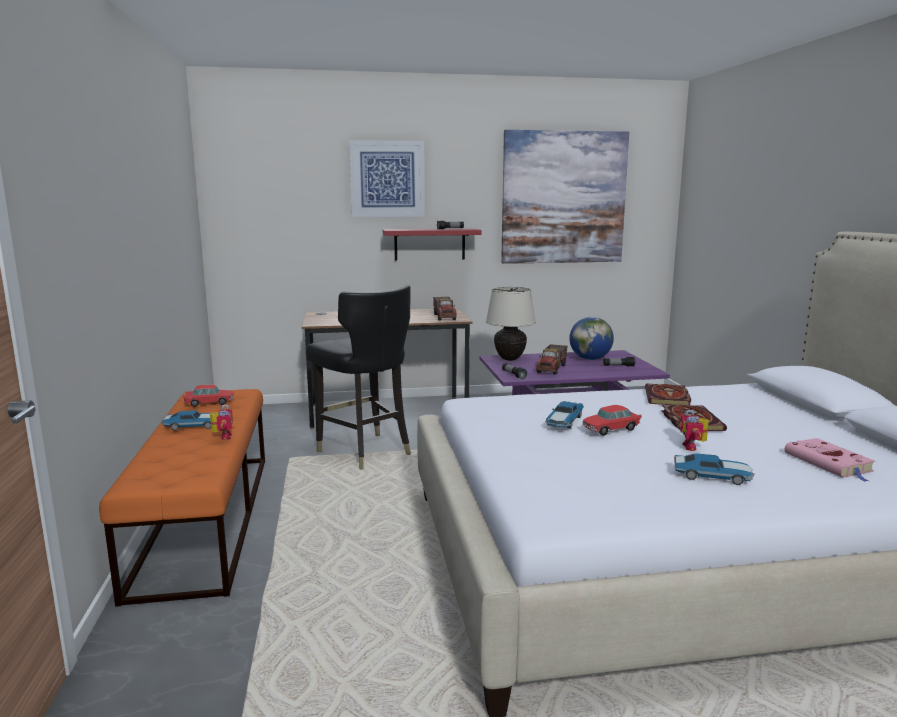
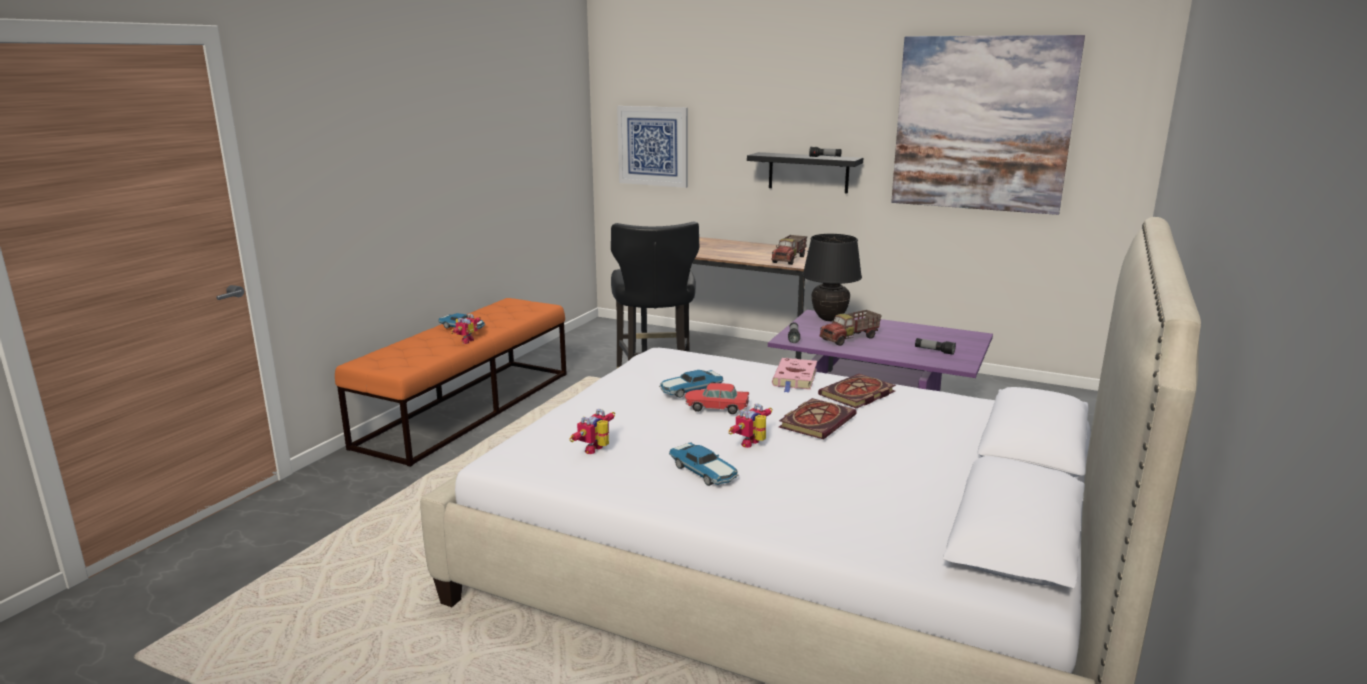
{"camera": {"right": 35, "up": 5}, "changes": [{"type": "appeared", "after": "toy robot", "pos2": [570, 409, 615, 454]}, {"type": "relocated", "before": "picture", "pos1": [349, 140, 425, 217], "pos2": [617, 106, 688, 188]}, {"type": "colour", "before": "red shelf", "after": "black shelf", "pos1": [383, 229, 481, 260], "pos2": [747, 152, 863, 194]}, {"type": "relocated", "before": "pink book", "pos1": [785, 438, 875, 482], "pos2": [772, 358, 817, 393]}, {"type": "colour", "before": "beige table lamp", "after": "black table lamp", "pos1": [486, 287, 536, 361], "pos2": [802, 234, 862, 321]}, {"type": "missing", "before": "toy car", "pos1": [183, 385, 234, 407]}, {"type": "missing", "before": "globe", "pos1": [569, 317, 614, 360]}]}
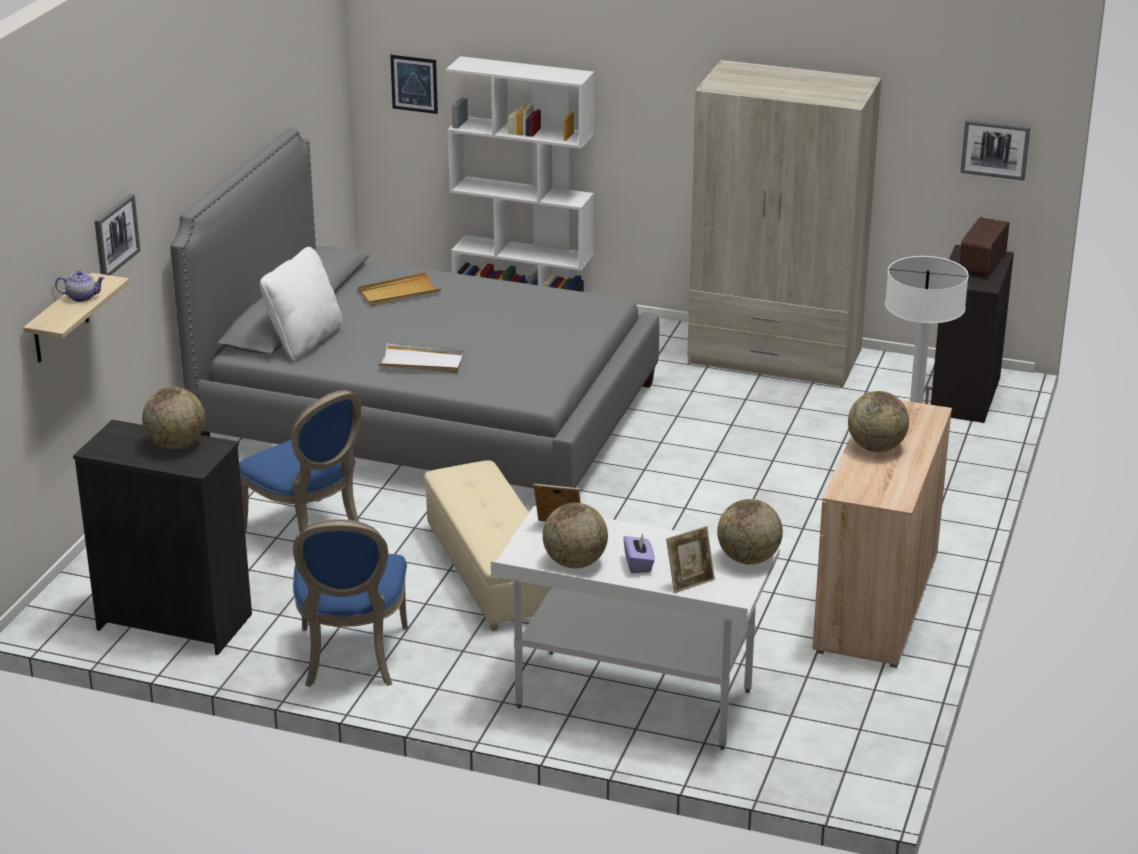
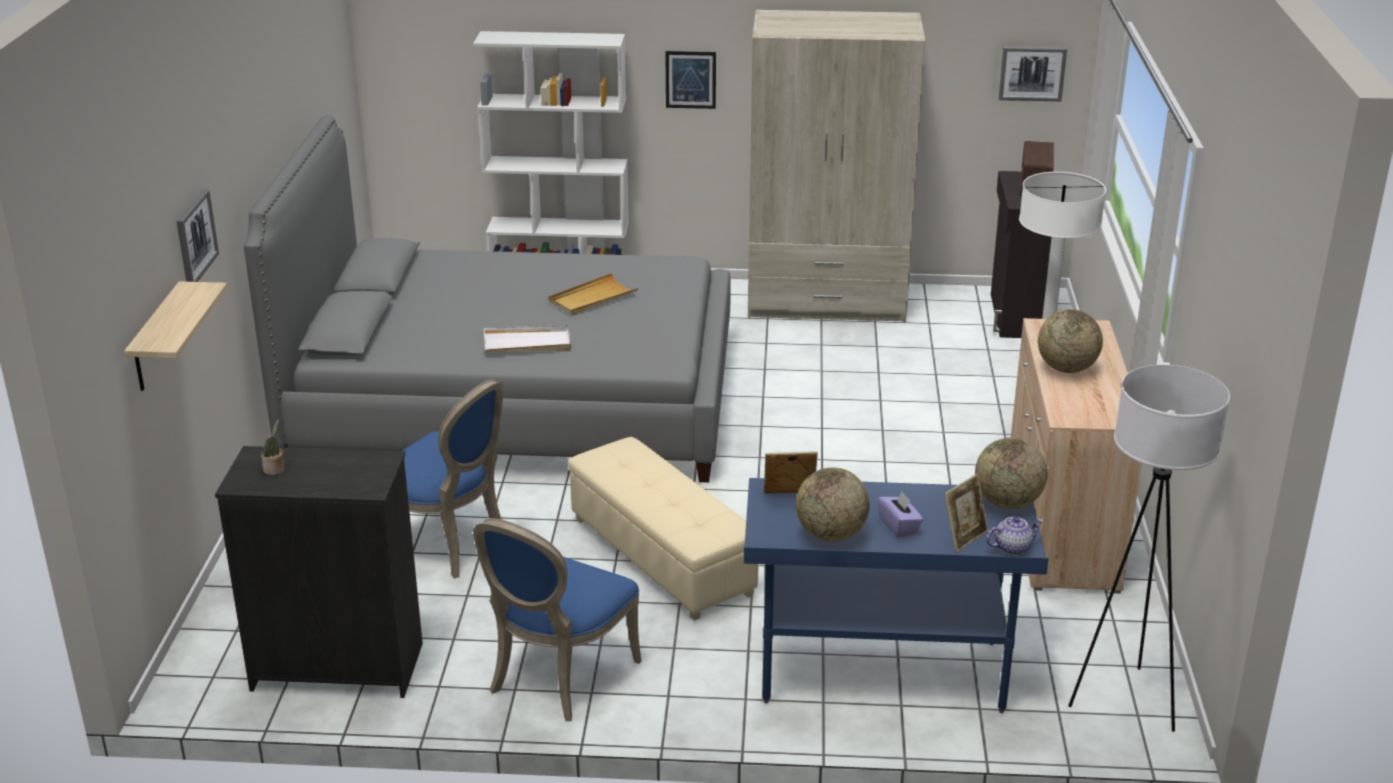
{"camera": {"right": -15, "up": 0}, "changes": [{"type": "appeared", "after": "potted plant", "pos2": [261, 420, 285, 475]}, {"type": "spun", "before": "blue chair", "pos1": [293, 519, 408, 687], "pos2": [473, 518, 642, 721], "turn": 45}, {"type": "relocated", "before": "beige tray", "pos1": [358, 272, 441, 307], "pos2": [548, 273, 638, 316]}, {"type": "relocated", "before": "picture", "pos1": [390, 55, 438, 114], "pos2": [665, 51, 716, 109]}, {"type": "colour", "before": "white desk", "after": "blue desk", "pos1": [491, 506, 780, 750], "pos2": [744, 478, 1049, 713]}, {"type": "relocated", "before": "teapot", "pos1": [55, 271, 105, 302], "pos2": [986, 517, 1043, 555]}, {"type": "appeared", "after": "white floor lamp", "pos2": [1068, 365, 1230, 732]}, {"type": "missing", "before": "globe", "pos1": [142, 387, 205, 449]}, {"type": "missing", "before": "white pillow", "pos1": [260, 247, 342, 361]}]}
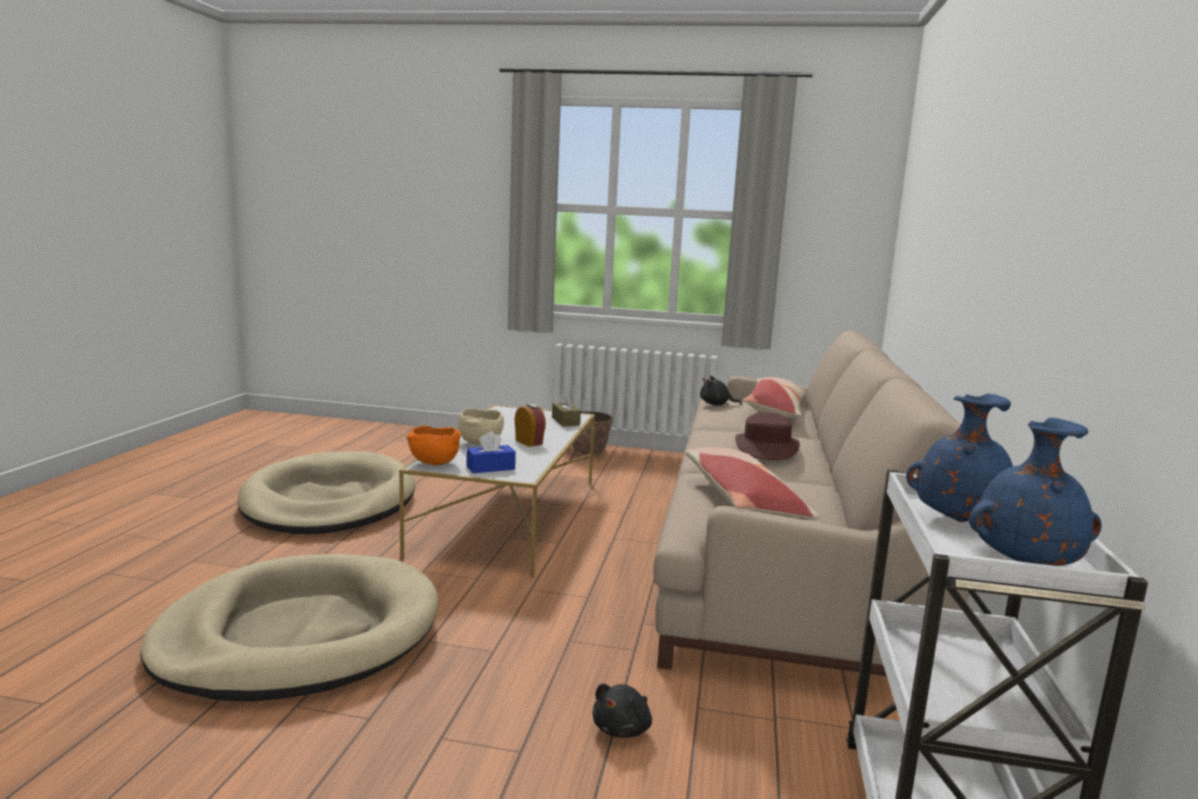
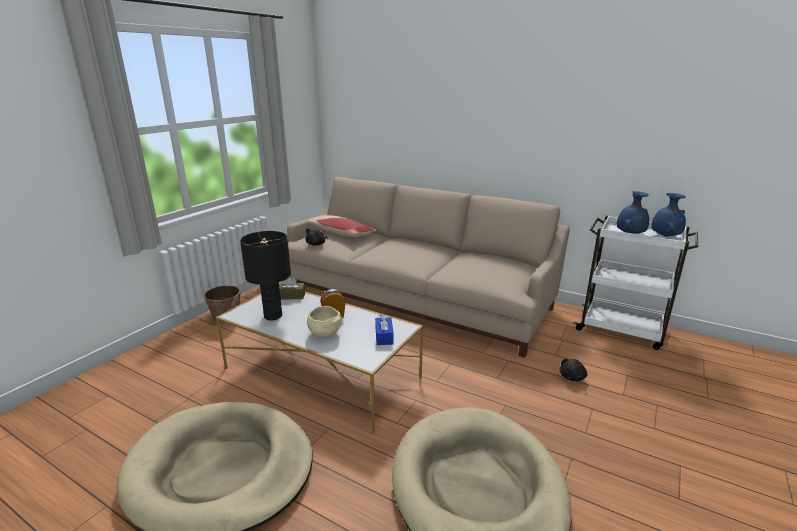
{"camera": {"right": -70, "up": 10}, "changes": [{"type": "appeared", "after": "black table lamp", "pos2": [240, 231, 291, 321]}, {"type": "spun", "before": "black plush toy", "pos1": [592, 684, 652, 738], "pos2": [560, 359, 588, 381], "turn": 75}, {"type": "missing", "before": "orange bowl", "pos1": [406, 426, 461, 465]}, {"type": "missing", "before": "pillow", "pos1": [685, 447, 820, 520]}, {"type": "missing", "before": "brown hat", "pos1": [735, 412, 800, 460]}]}
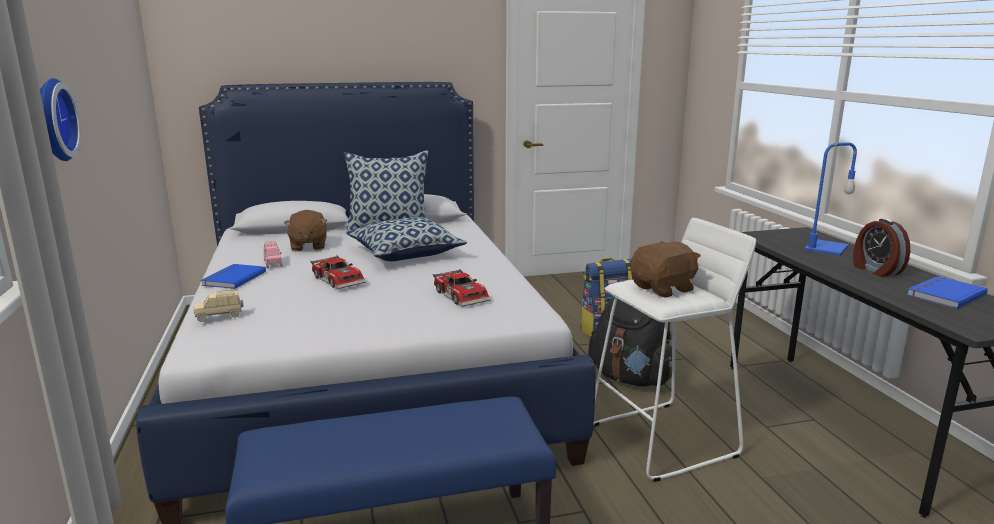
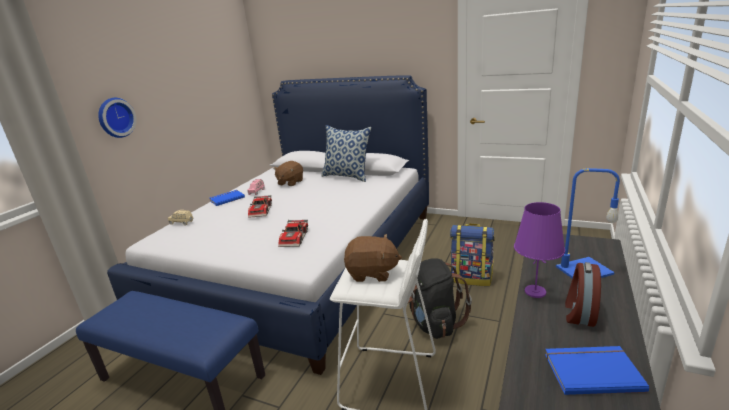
{"camera": {"right": 40, "up": 5}, "changes": [{"type": "appeared", "after": "purple table lamp", "pos2": [514, 202, 565, 298]}, {"type": "missing", "before": "pillow", "pos1": [346, 217, 467, 261]}]}
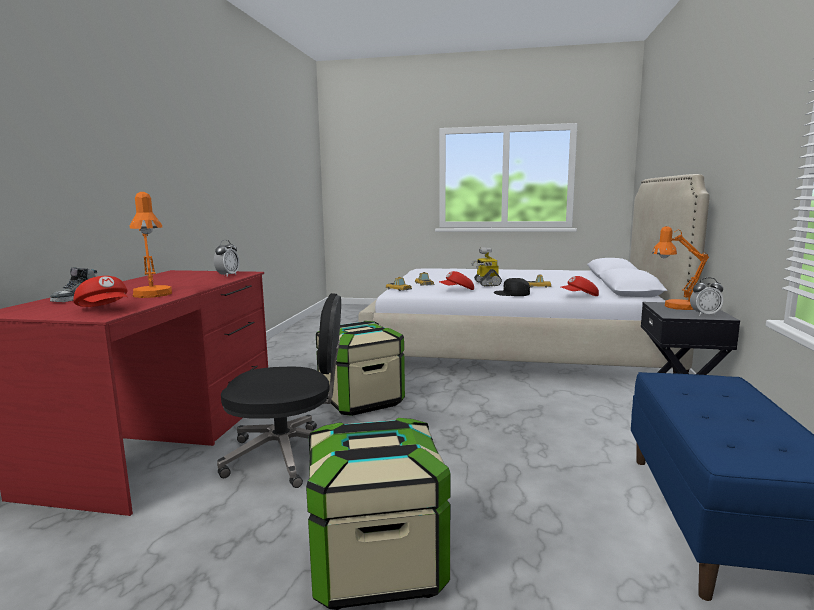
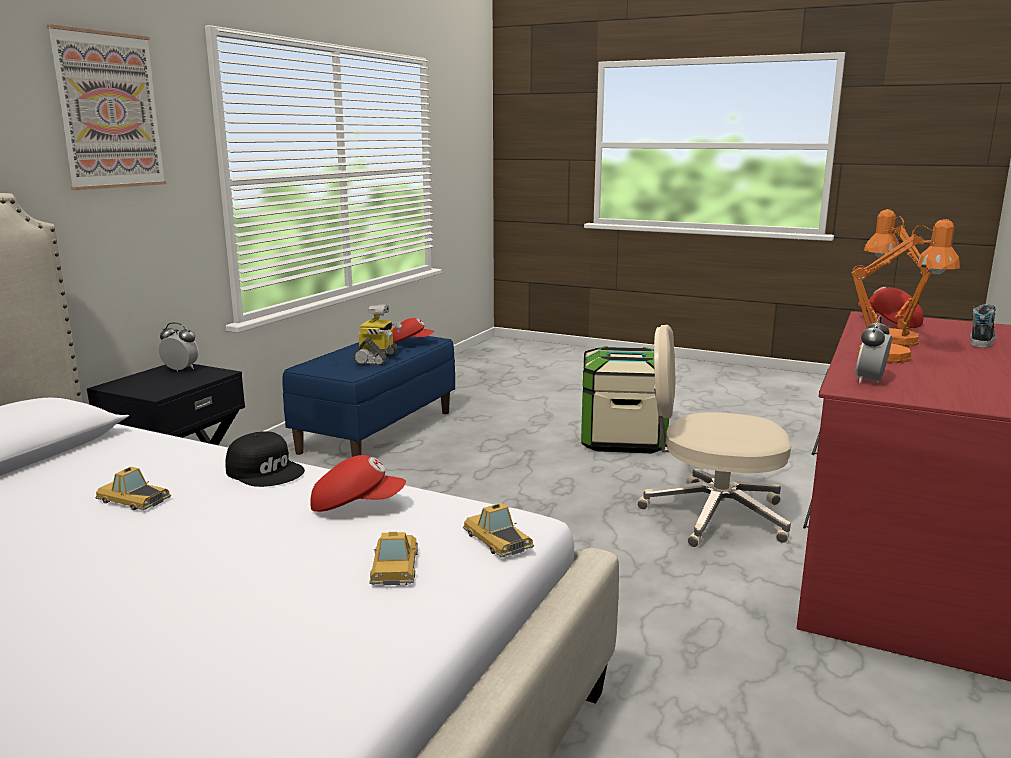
{"camera": {"right": -165, "up": 5}, "changes": [{"type": "appeared", "after": "picture", "pos2": [47, 24, 167, 190]}, {"type": "relocated", "before": "toy robot", "pos1": [471, 247, 502, 286], "pos2": [353, 305, 402, 366]}, {"type": "relocated", "before": "red cap", "pos1": [561, 276, 599, 296], "pos2": [393, 318, 435, 343]}, {"type": "colour", "before": "black office chair", "after": "beige office chair", "pos1": [217, 293, 341, 488], "pos2": [637, 325, 791, 548]}, {"type": "relocated", "before": "orange table lamp", "pos1": [652, 226, 709, 310], "pos2": [851, 219, 960, 363]}, {"type": "missing", "before": "storage box", "pos1": [316, 321, 405, 416]}]}
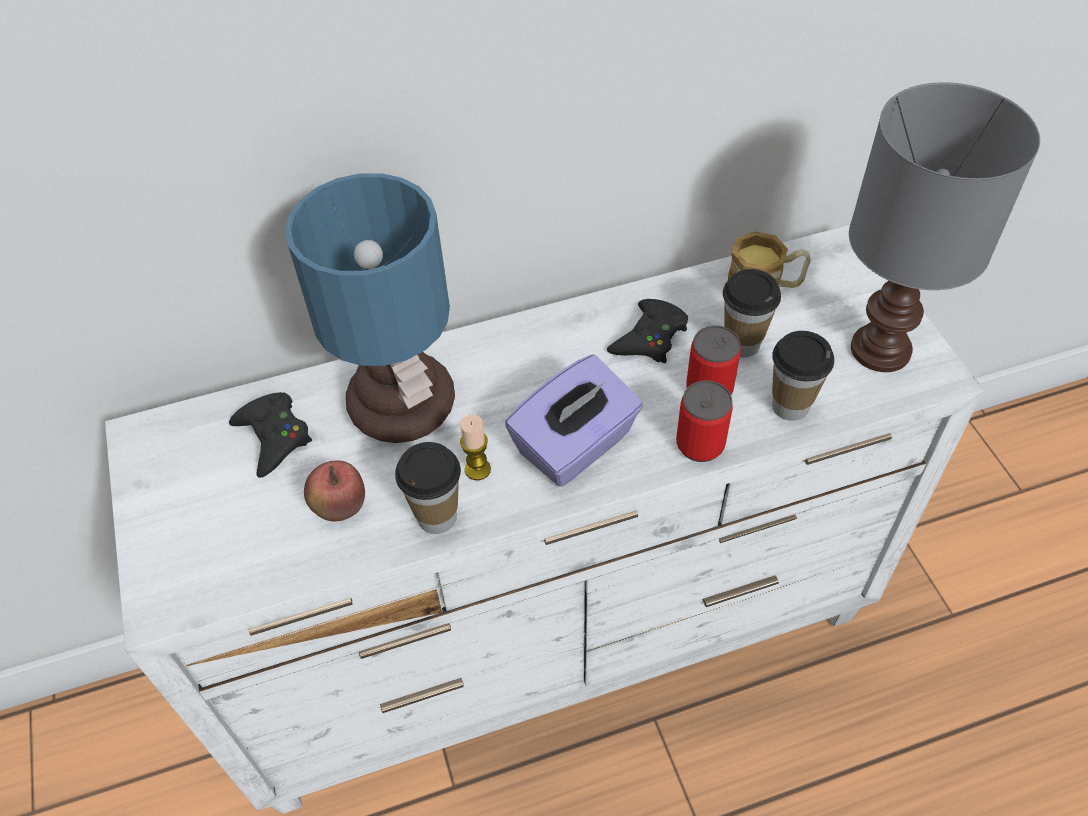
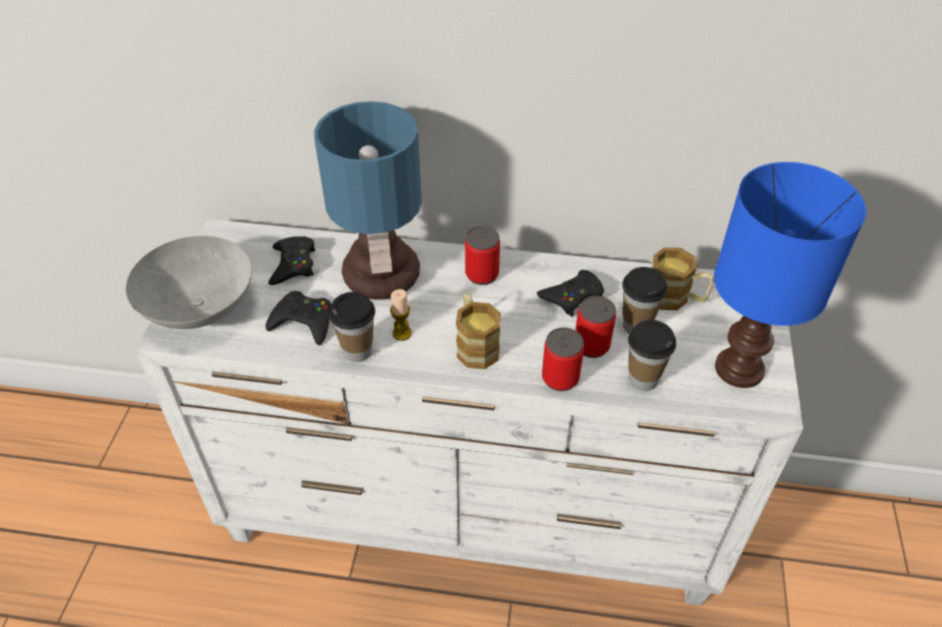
{"camera": {"right": 25, "up": -5}, "changes": [{"type": "appeared", "after": "grey bowl", "pos2": [126, 236, 252, 329]}, {"type": "exchanged", "before": "apple", "after": "black game controller", "pos1": [304, 461, 365, 521], "pos2": [266, 291, 331, 345]}, {"type": "exchanged", "before": "purple tissue box", "after": "mug", "pos1": [505, 355, 643, 486], "pos2": [456, 293, 501, 369]}, {"type": "appeared", "after": "can", "pos2": [465, 226, 500, 285]}, {"type": "colour", "before": "grey table lamp", "after": "blue table lamp", "pos1": [849, 82, 1040, 372], "pos2": [714, 162, 866, 388]}]}
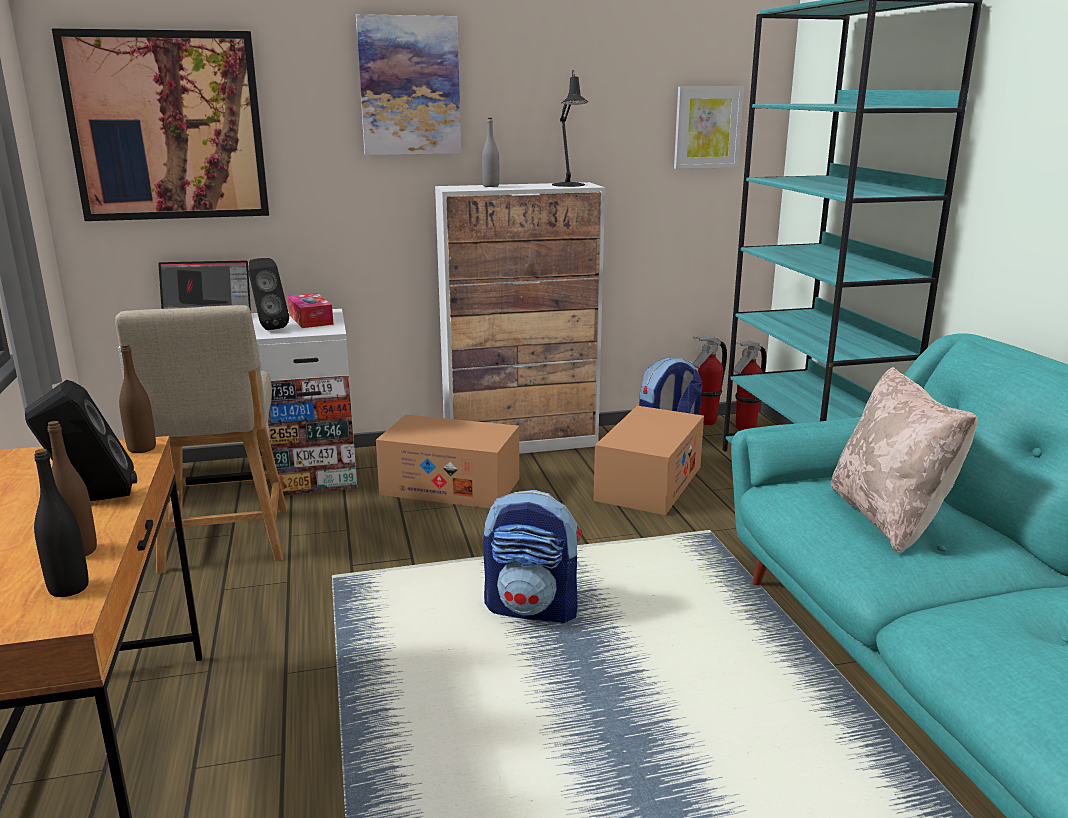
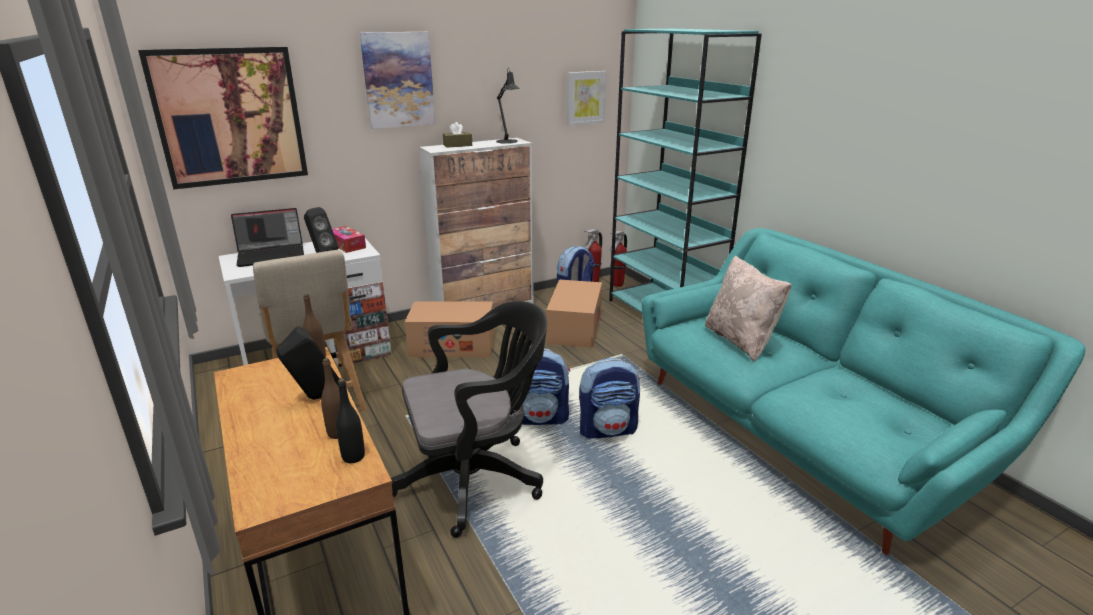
{"camera": {"right": -15, "up": 5}, "changes": [{"type": "appeared", "after": "black office chair", "pos2": [391, 301, 547, 538]}, {"type": "exchanged", "before": "grey bottle", "after": "brown tissue box", "pos1": [482, 118, 499, 187], "pos2": [443, 122, 472, 148]}, {"type": "appeared", "after": "backpack", "pos2": [579, 358, 640, 439]}]}
